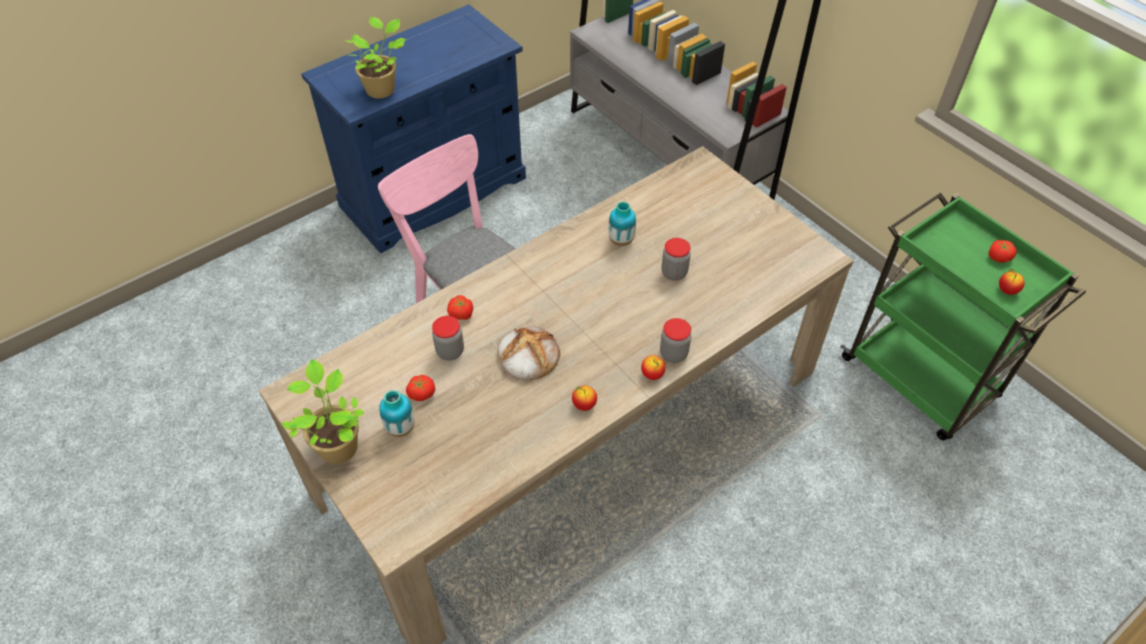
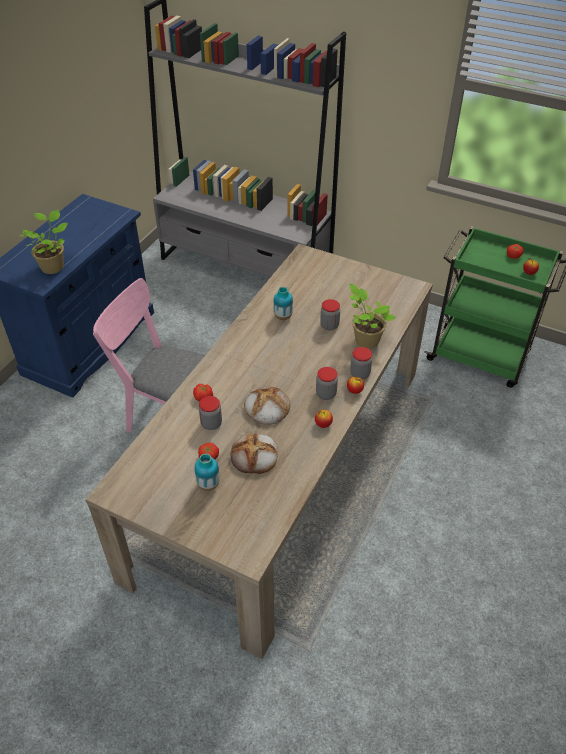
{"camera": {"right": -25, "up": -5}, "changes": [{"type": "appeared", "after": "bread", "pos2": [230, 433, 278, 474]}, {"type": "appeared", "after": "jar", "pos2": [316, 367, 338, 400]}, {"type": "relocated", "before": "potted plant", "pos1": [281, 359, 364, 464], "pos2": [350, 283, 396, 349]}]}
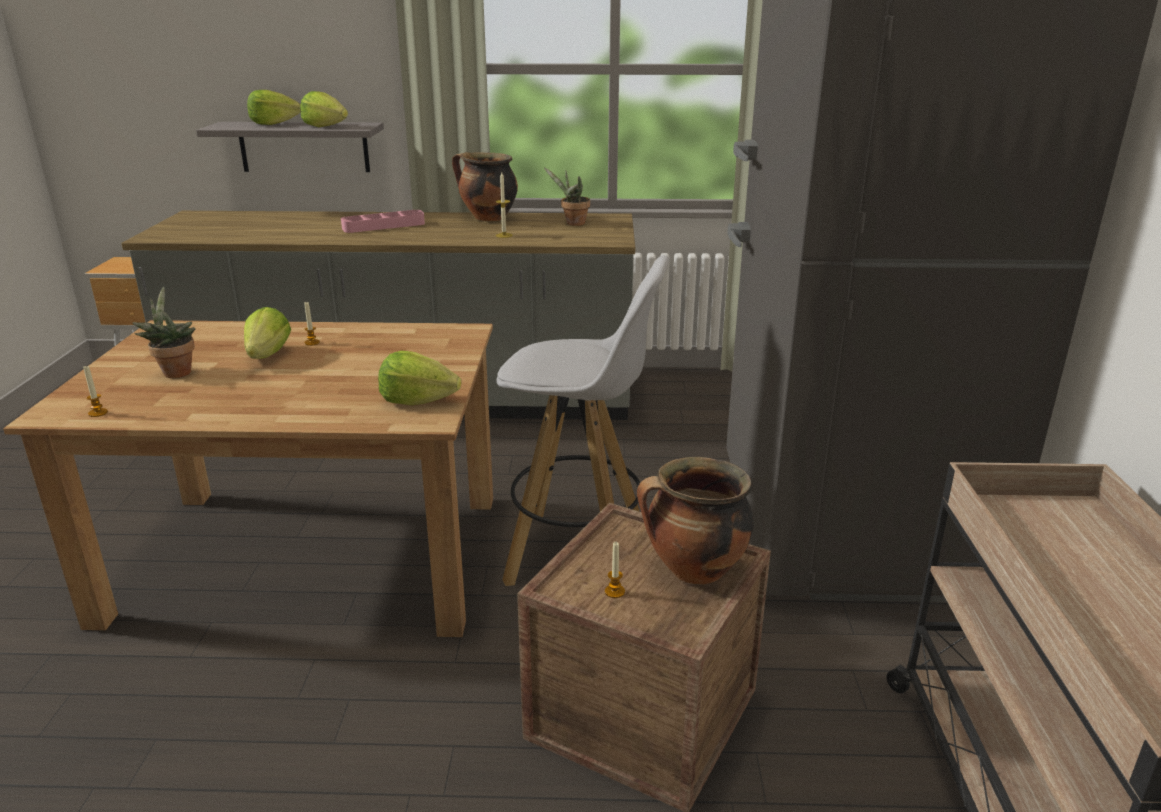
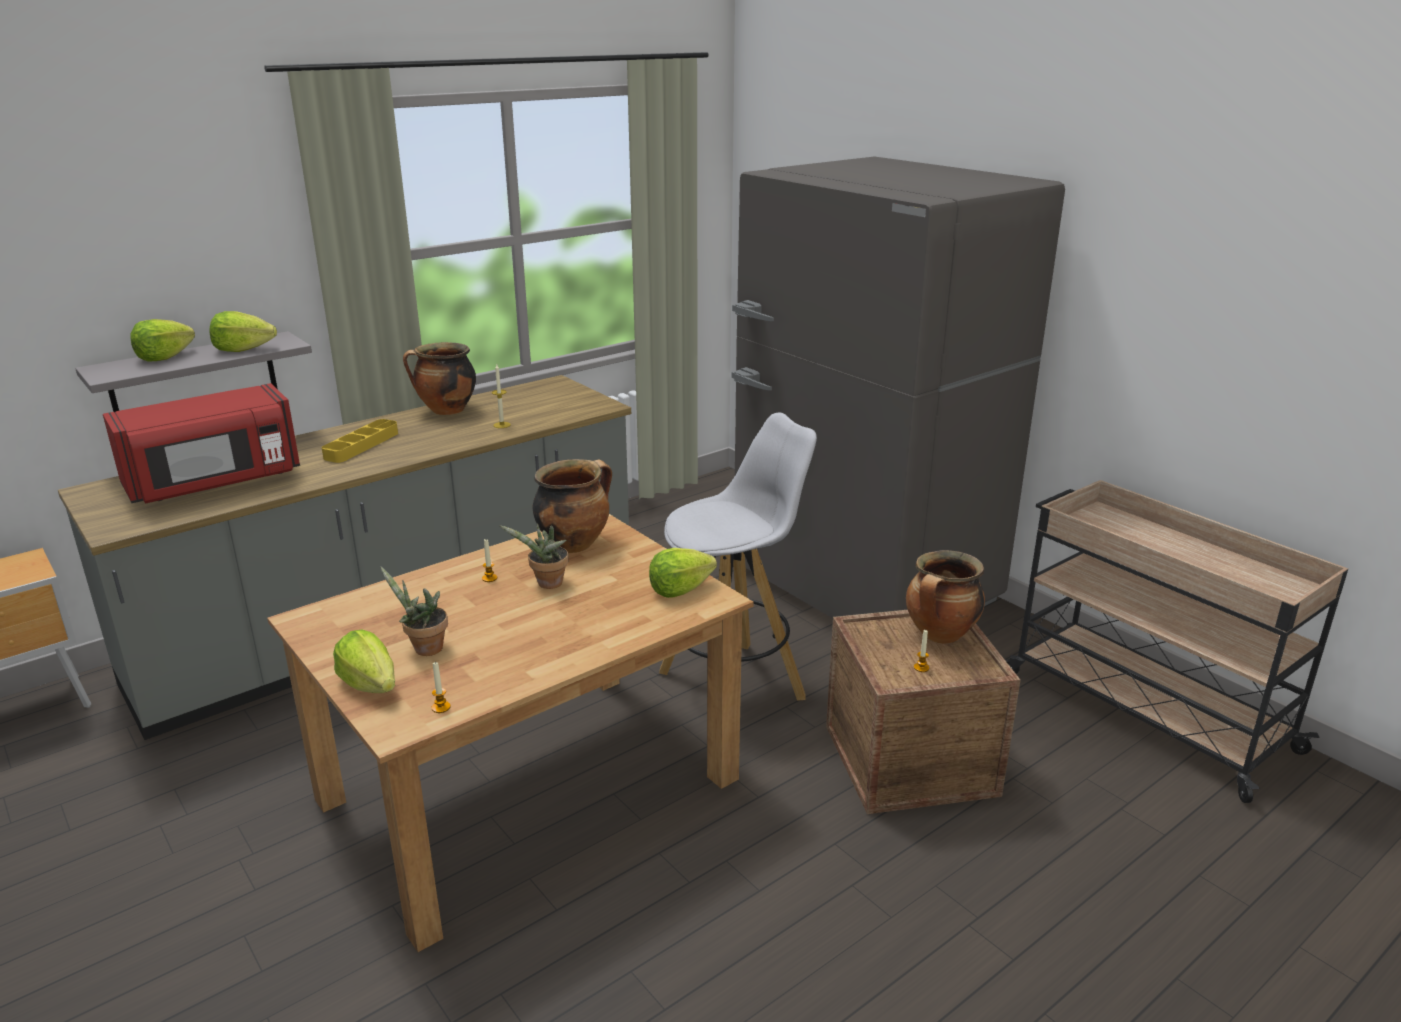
{"camera": {"right": -40, "up": 0}, "changes": [{"type": "appeared", "after": "red microwave", "pos2": [103, 383, 300, 504]}, {"type": "colour", "before": "pink tray", "after": "yellow tray", "pos1": [341, 210, 425, 233], "pos2": [322, 419, 398, 463]}, {"type": "relocated", "before": "lettuce", "pos1": [244, 307, 291, 359], "pos2": [333, 629, 395, 693]}, {"type": "relocated", "before": "potted plant", "pos1": [544, 167, 590, 226], "pos2": [499, 523, 568, 589]}, {"type": "appeared", "after": "cooking pot", "pos2": [533, 459, 612, 553]}]}
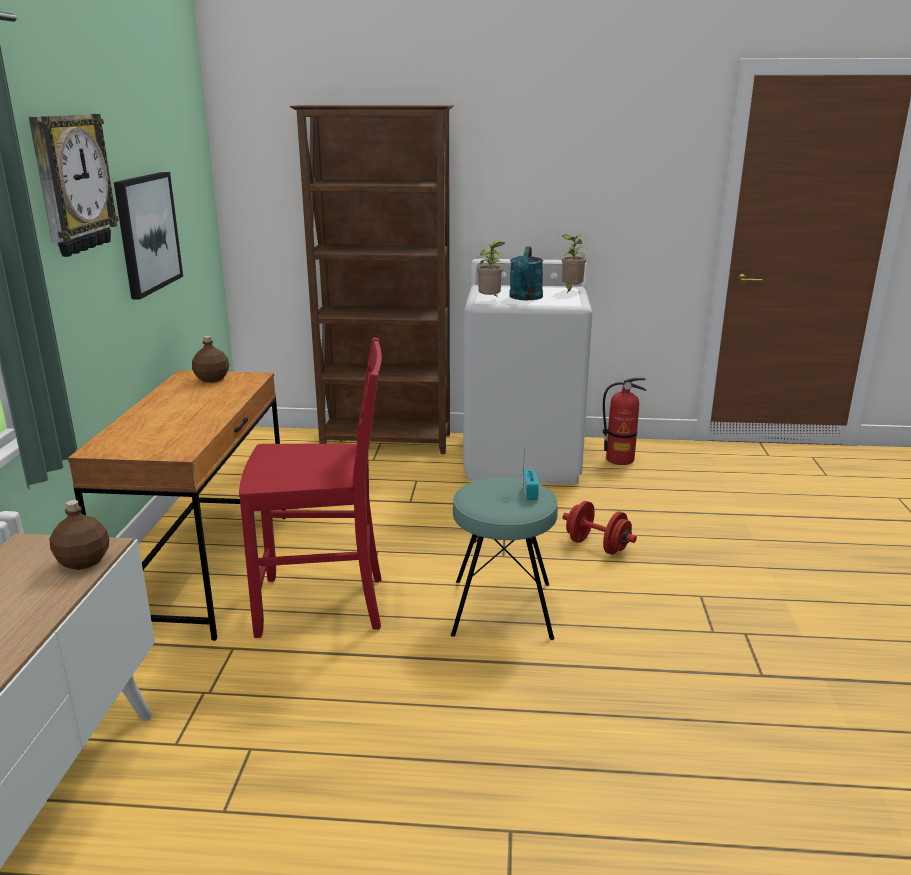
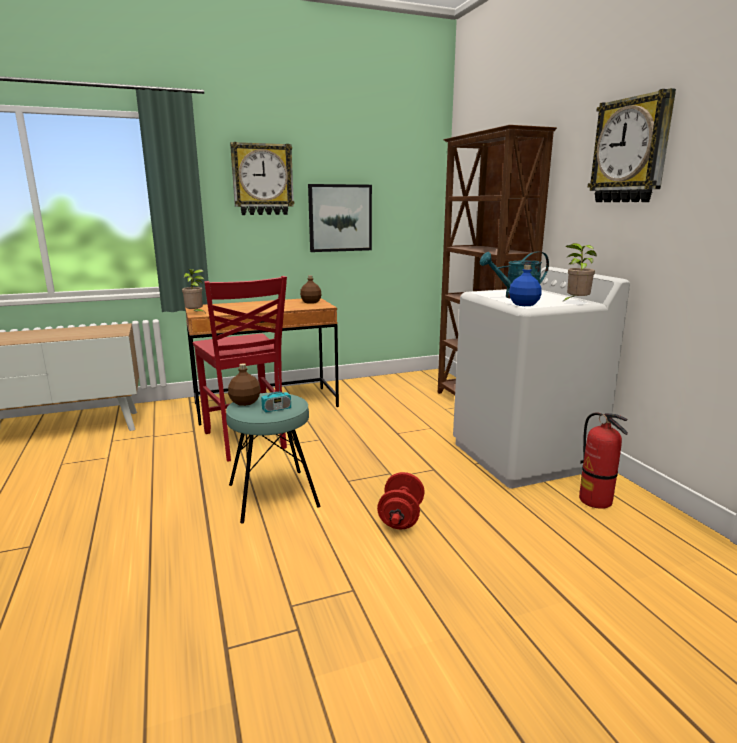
{"camera": {"right": 65, "up": -5}, "changes": [{"type": "relocated", "before": "potted plant", "pos1": [477, 241, 505, 297], "pos2": [182, 269, 207, 315]}, {"type": "relocated", "before": "brown bottle", "pos1": [50, 500, 110, 570], "pos2": [228, 363, 260, 406]}, {"type": "appeared", "after": "blue bottle", "pos2": [509, 265, 542, 306]}, {"type": "appeared", "after": "wall clock", "pos2": [588, 88, 676, 202]}]}
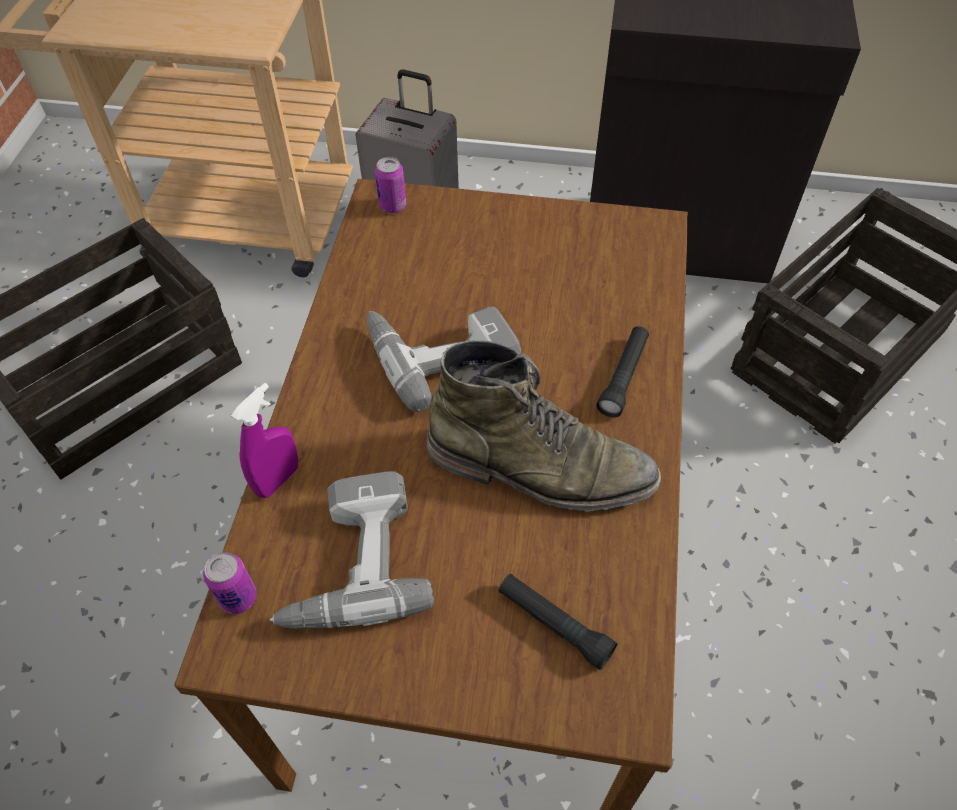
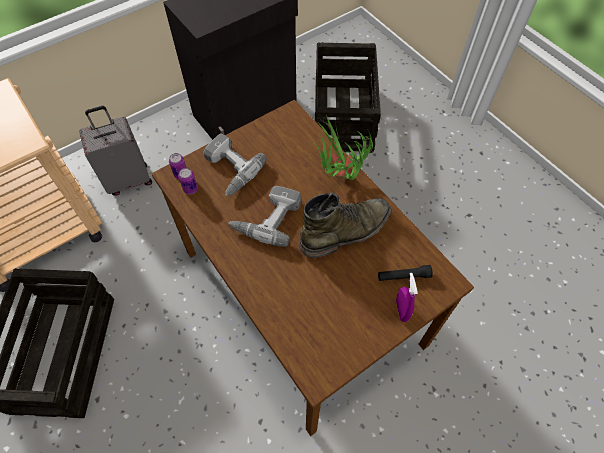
{"camera": {"right": -45, "up": 5}, "changes": [{"type": "relocated", "before": "can", "pos1": [203, 552, 257, 614], "pos2": [178, 168, 198, 195]}, {"type": "relocated", "before": "power drill", "pos1": [270, 471, 434, 629], "pos2": [203, 134, 267, 196]}, {"type": "exchanged", "before": "black flashlight", "after": "potted plant", "pos1": [597, 326, 649, 417], "pos2": [314, 115, 373, 180]}, {"type": "relocated", "before": "purple spray bottle", "pos1": [231, 383, 298, 498], "pos2": [396, 273, 418, 322]}]}
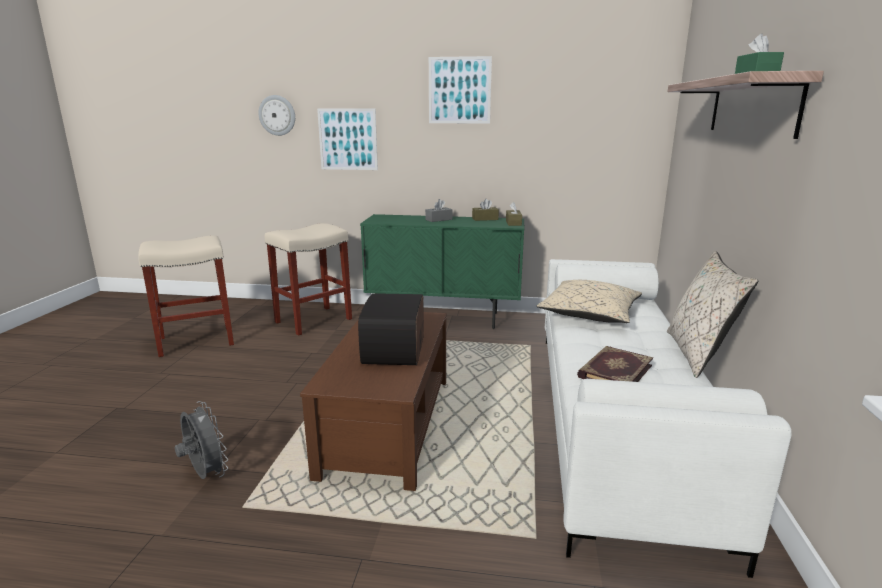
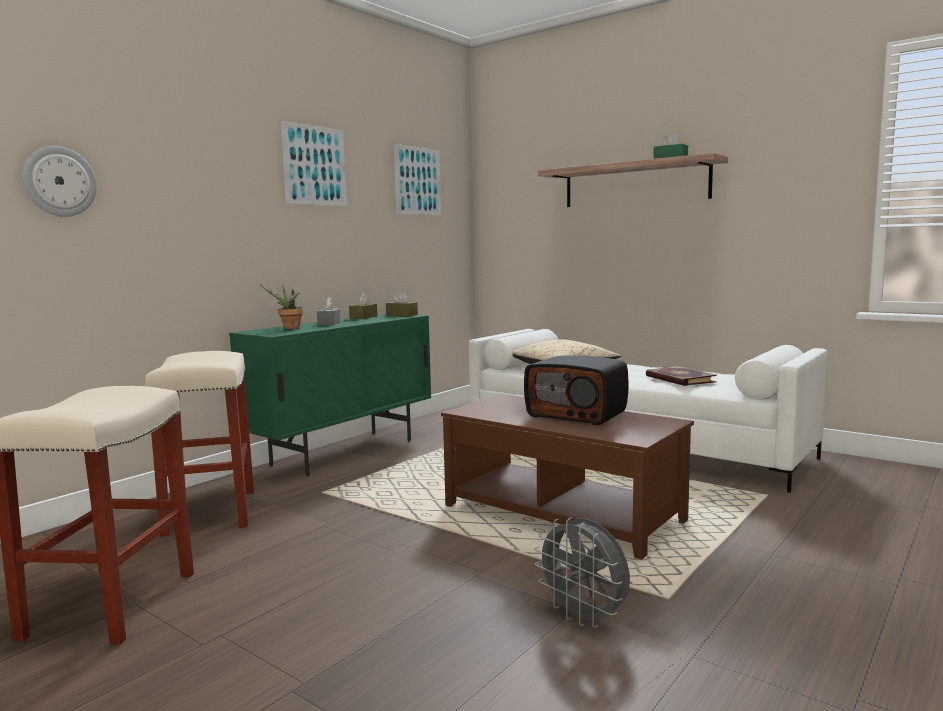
{"camera": {"right": -60, "up": -10}, "changes": [{"type": "appeared", "after": "potted plant", "pos2": [260, 284, 303, 329]}, {"type": "relocated", "before": "picture", "pos1": [317, 108, 378, 170], "pos2": [394, 144, 441, 215]}, {"type": "spun", "before": "grey fan", "pos1": [175, 401, 228, 479], "pos2": [534, 518, 630, 628], "turn": -120}, {"type": "missing", "before": "beige pillow", "pos1": [667, 251, 759, 378]}]}
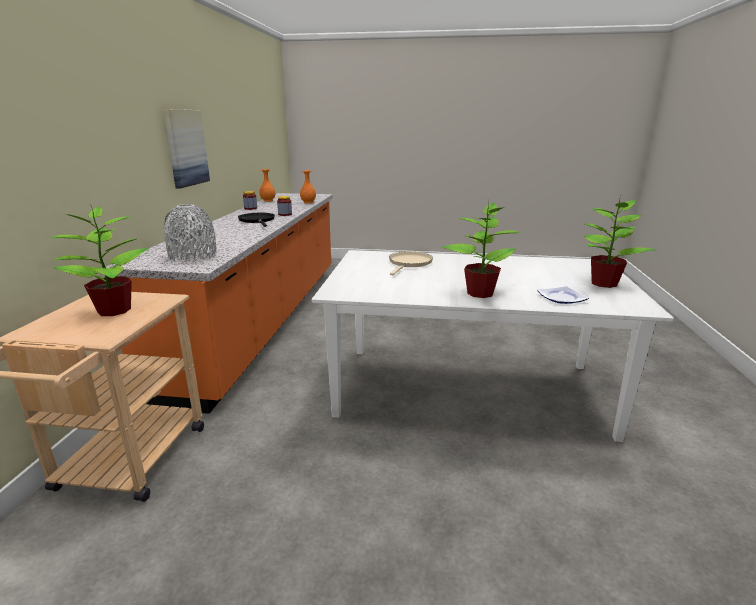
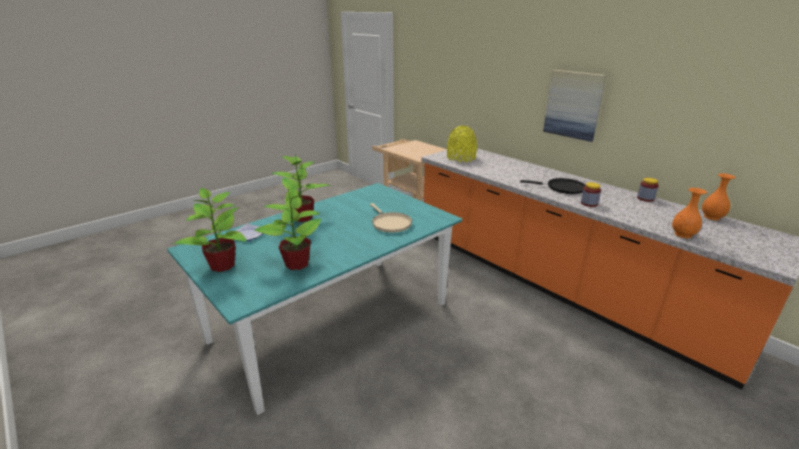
{"camera": {"right": 130, "up": 5}, "changes": [{"type": "colour", "before": "white dining table", "after": "turquoise dining table", "pos1": [312, 250, 674, 442], "pos2": [167, 183, 462, 415]}, {"type": "relocated", "before": "potted plant", "pos1": [50, 205, 149, 316], "pos2": [254, 186, 322, 270]}, {"type": "colour", "before": "grey vase", "after": "yellow vase", "pos1": [164, 204, 217, 262], "pos2": [447, 126, 477, 162]}]}
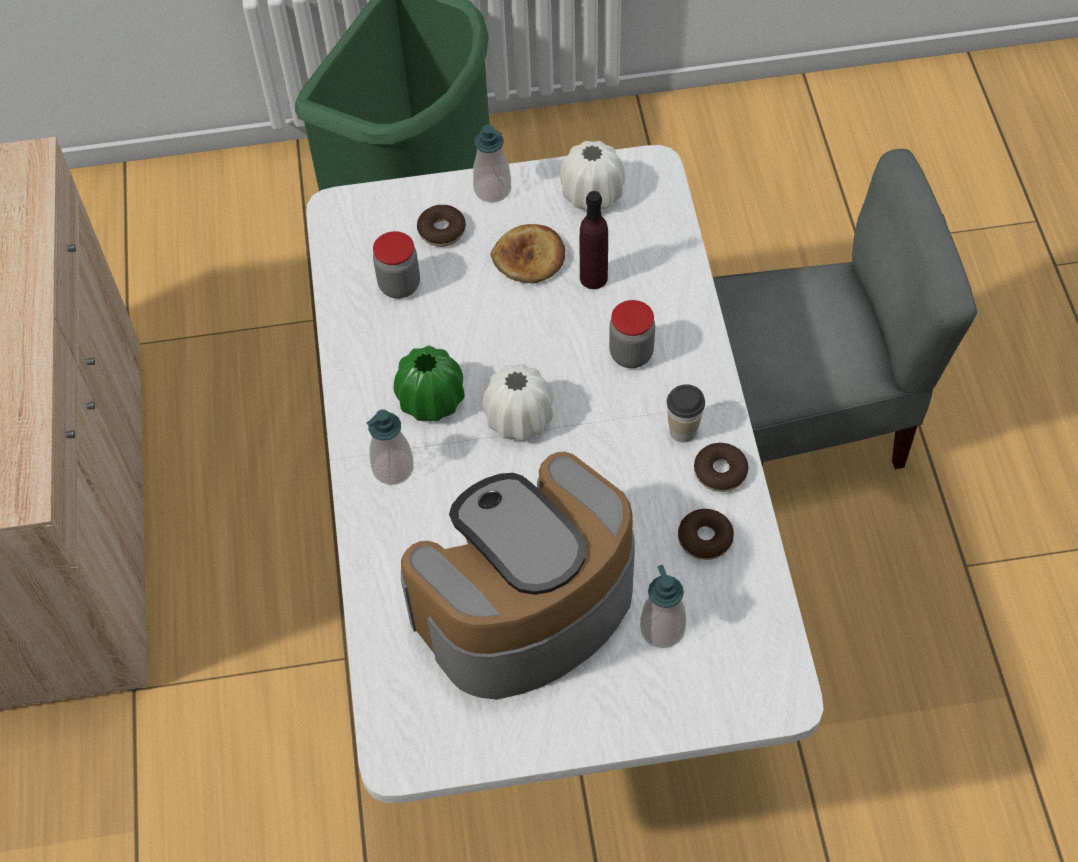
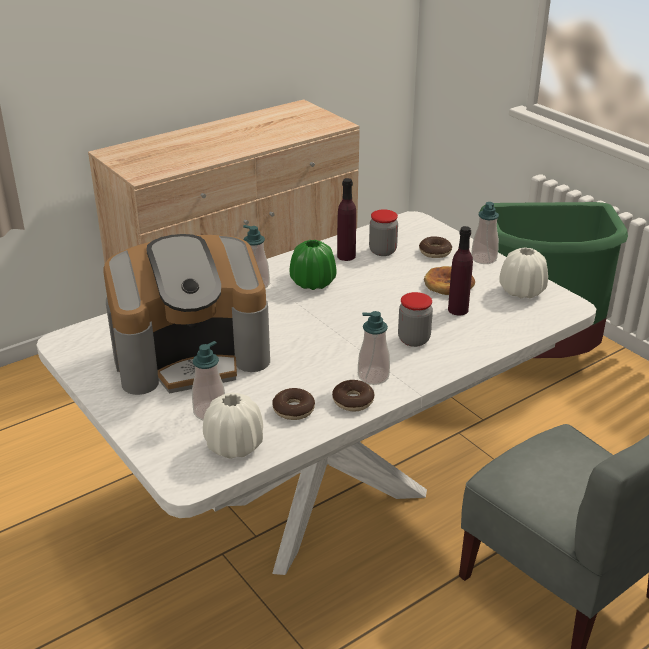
{"camera": {"right": 60, "up": -25}, "changes": [{"type": "spun", "before": "coffee machine", "pos1": [401, 452, 635, 700], "pos2": [103, 234, 270, 395], "turn": 135}, {"type": "relocated", "before": "white vase", "pos1": [482, 364, 553, 441], "pos2": [203, 393, 263, 459]}, {"type": "appeared", "after": "purple bottle", "pos2": [337, 178, 356, 261]}, {"type": "exchanged", "before": "cup", "after": "soap dispenser", "pos1": [667, 384, 705, 442], "pos2": [358, 311, 390, 385]}]}
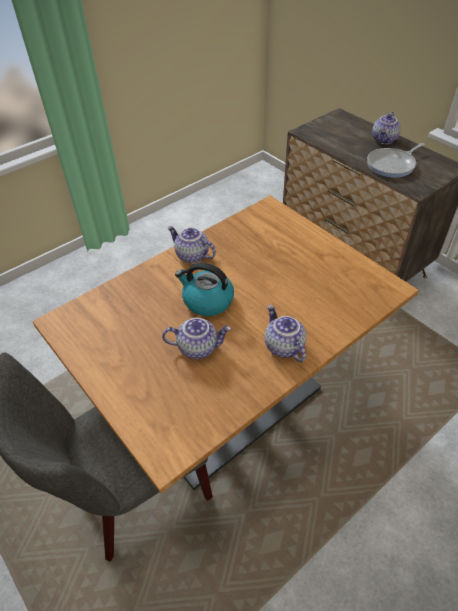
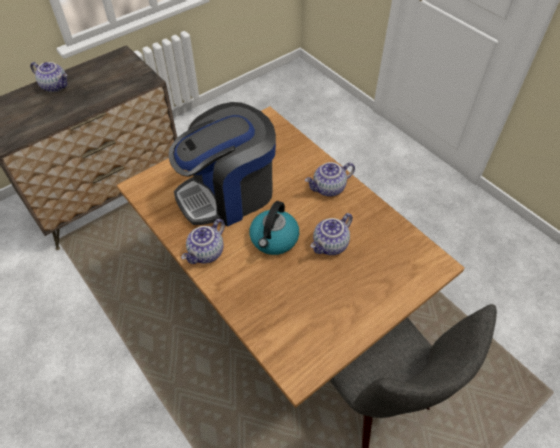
{"camera": {"right": -90, "up": 5}, "changes": [{"type": "appeared", "after": "coffee machine", "pos2": [169, 102, 276, 226]}, {"type": "spun", "before": "teapot", "pos1": [162, 318, 231, 359], "pos2": [310, 213, 353, 255], "turn": -135}, {"type": "missing", "before": "frying pan", "pos1": [367, 143, 425, 178]}]}
